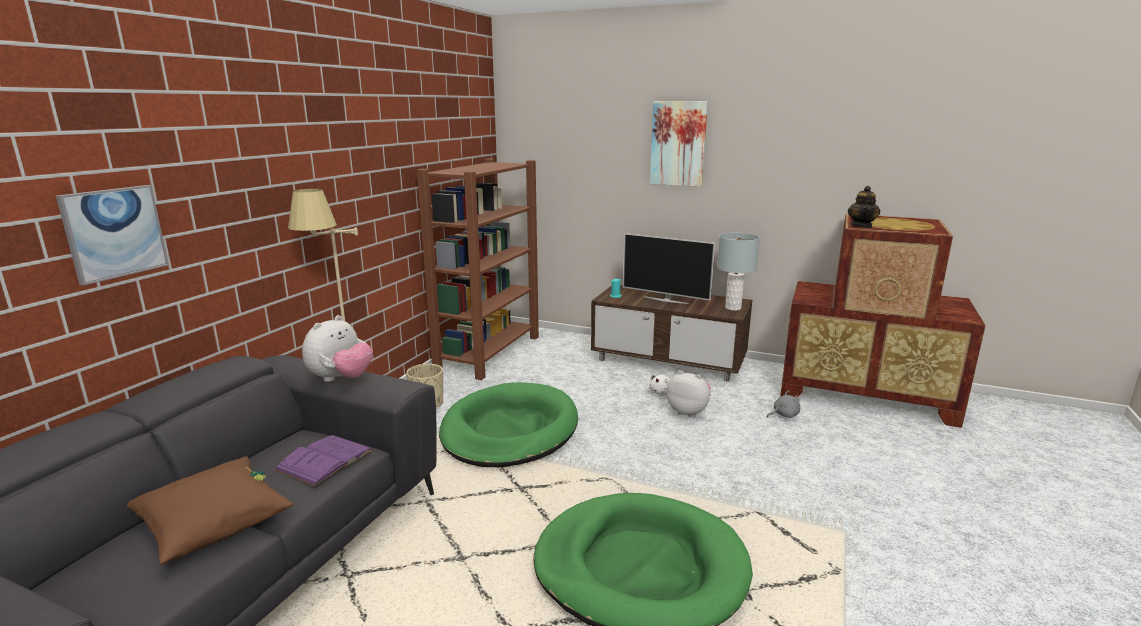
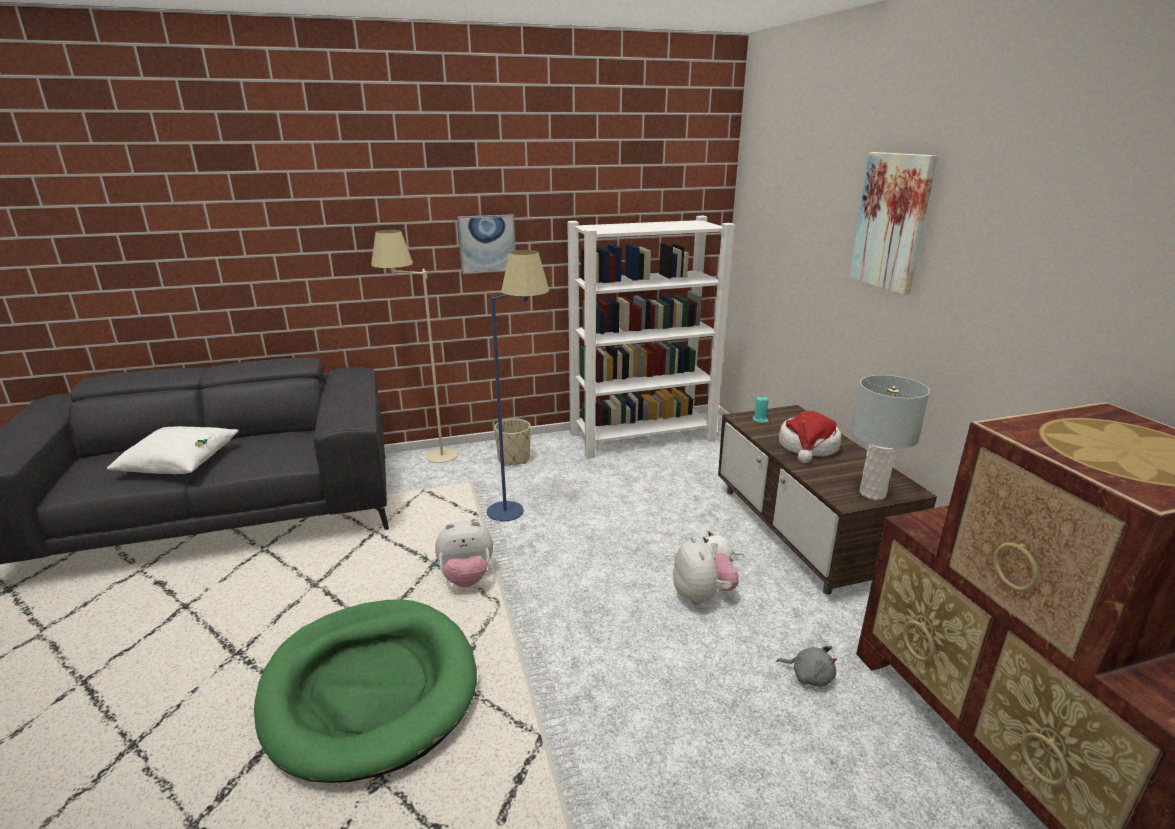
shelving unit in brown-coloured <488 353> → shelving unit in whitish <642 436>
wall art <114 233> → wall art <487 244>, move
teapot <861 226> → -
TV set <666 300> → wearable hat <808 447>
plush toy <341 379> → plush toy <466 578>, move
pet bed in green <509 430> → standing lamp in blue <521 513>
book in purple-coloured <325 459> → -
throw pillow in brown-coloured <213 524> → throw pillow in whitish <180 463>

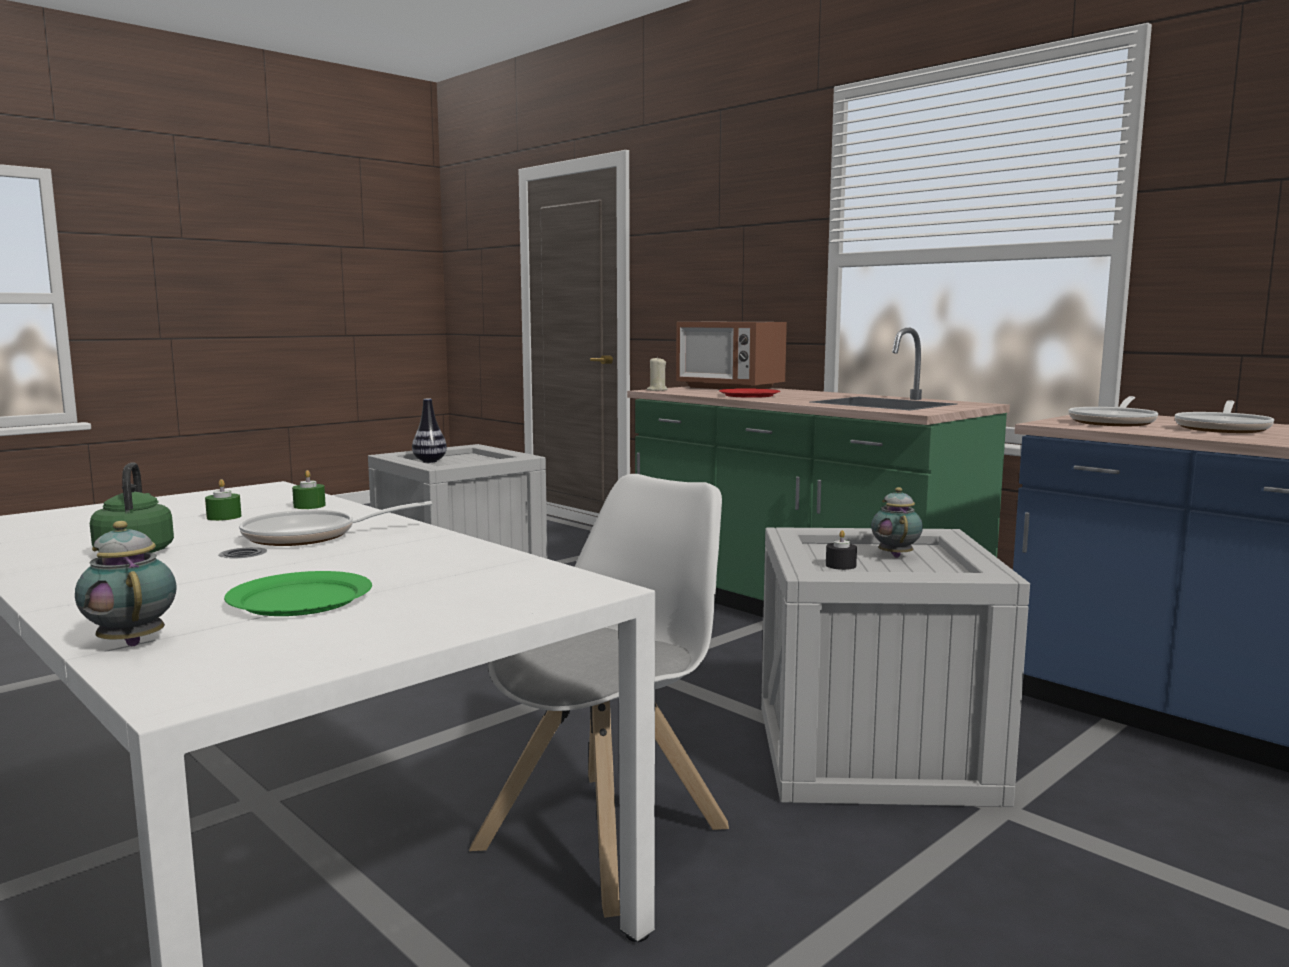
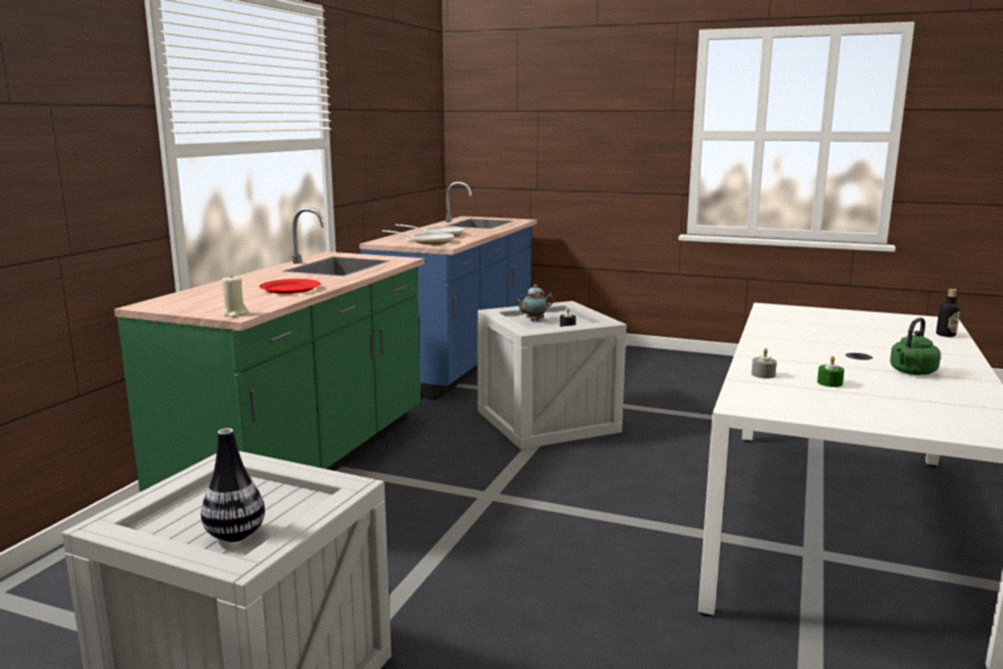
microwave oven <729 388> → -
candle in green <309 506> → candle in grey <763 374>
chair <608 834> → -
frying pan <310 536> → -
teapot <132 641> → drink bottle <945 335>
plate in green <300 600> → -

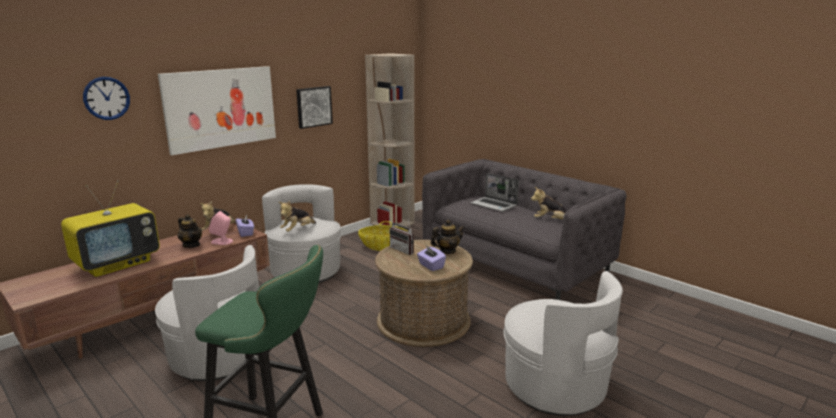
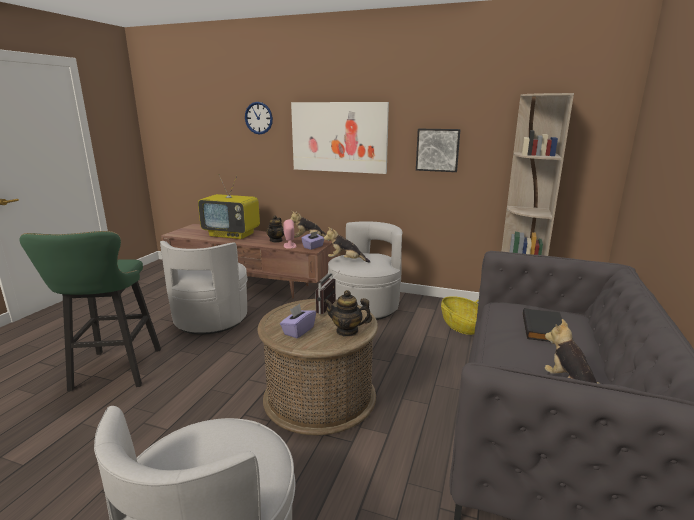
portable computer <494 205> → book in blackish <545 329>
teapot <447 251> → teapot <347 331>, 150 degrees clockwise

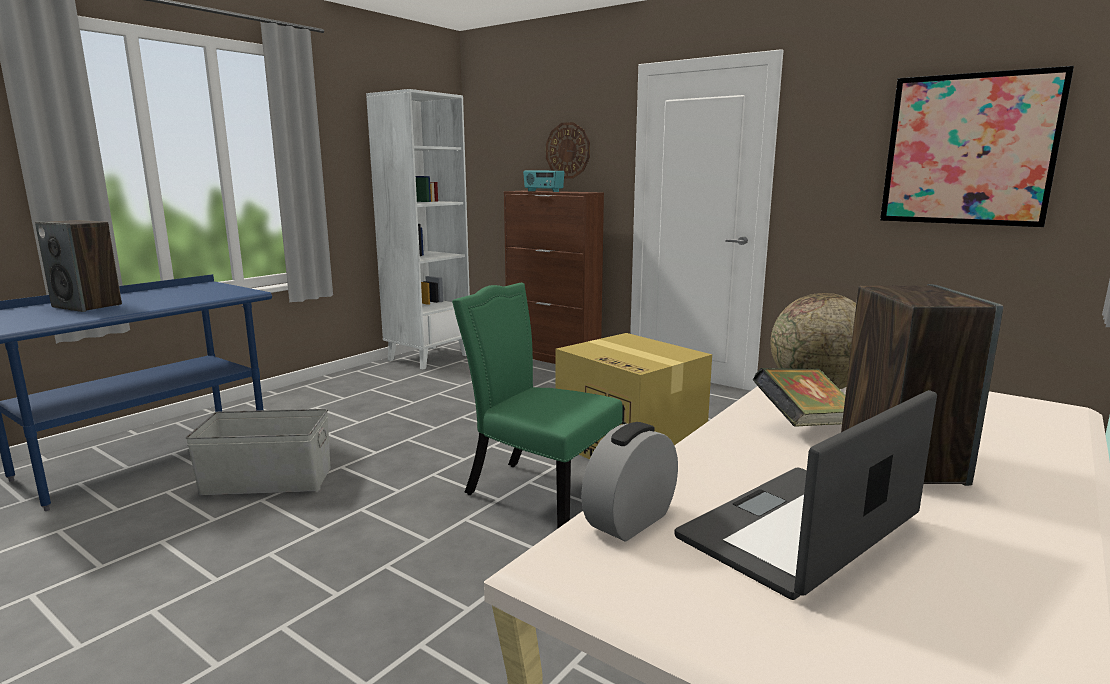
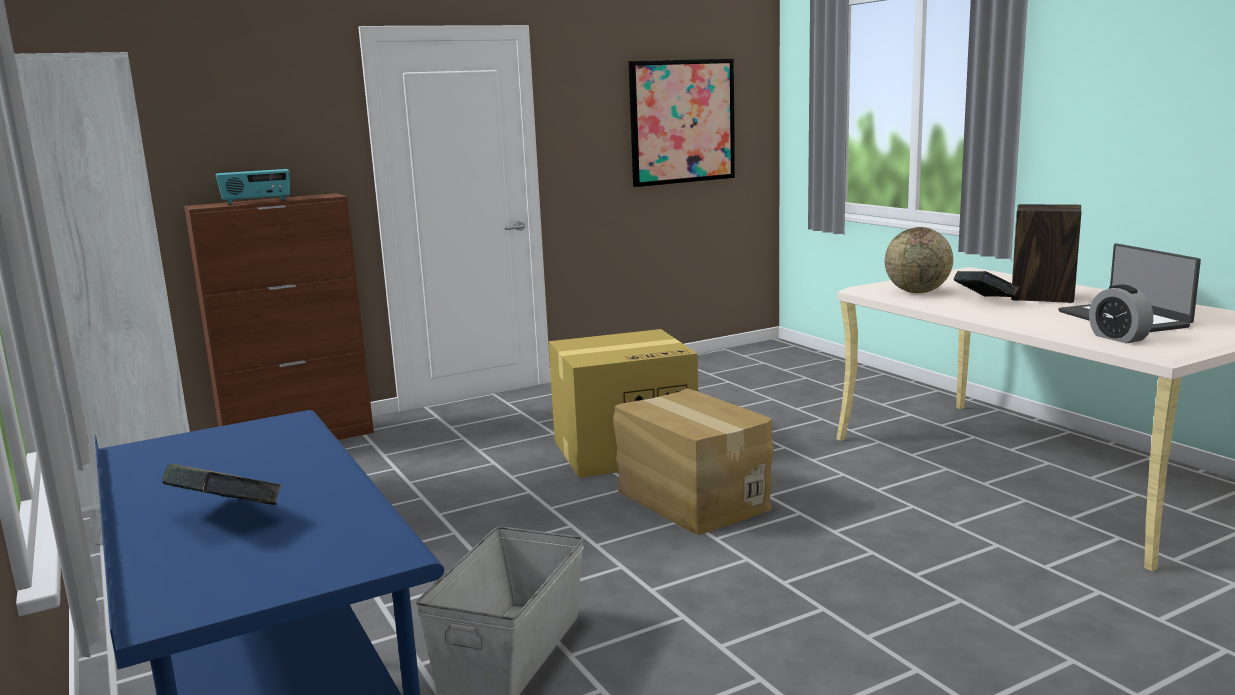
hanging clock <568 150> → -
audio speaker <88 306> → book <226 517>
chair in green <541 494> → carton <691 500>

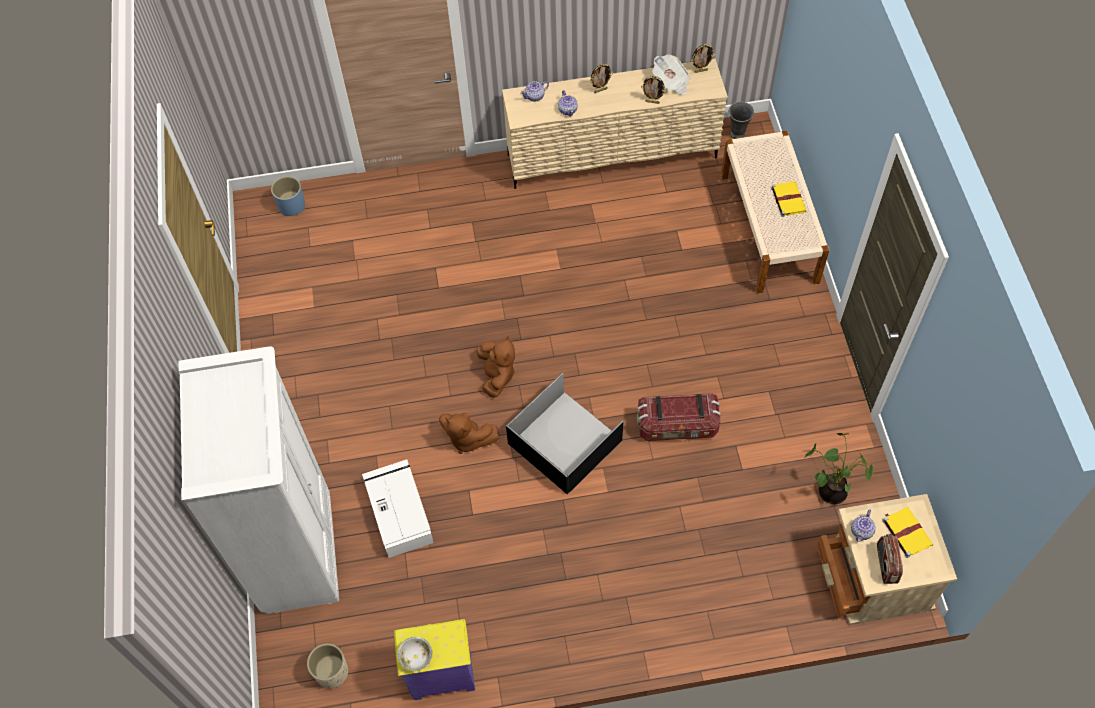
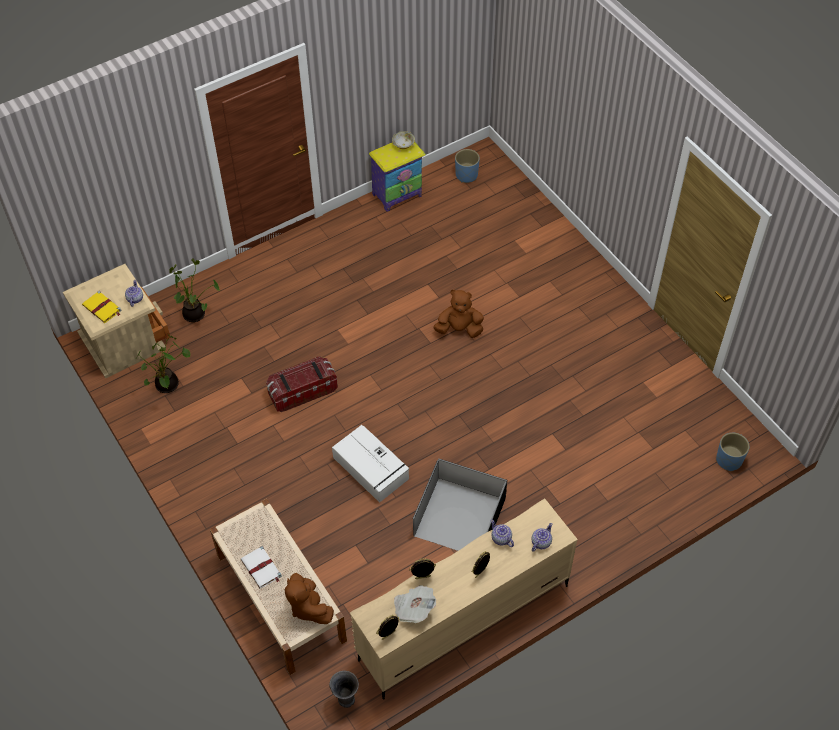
book in yellowish <788 199> → book in whitish <261 568>
plush toy in brown-coloured <497 376> → plush toy in brown-coloured <308 607>, move
wardrobe in whitish <297 551> → -
storage bin in blackish <566 442> → storage bin in blackish <458 516>, move
storage bin in whitish <399 512> → storage bin in whitish <371 469>, move
radio <886 564> → -
plant pot in beige-coloured <332 673> → plant pot in blue <466 175>
- → houseplant <196 314>

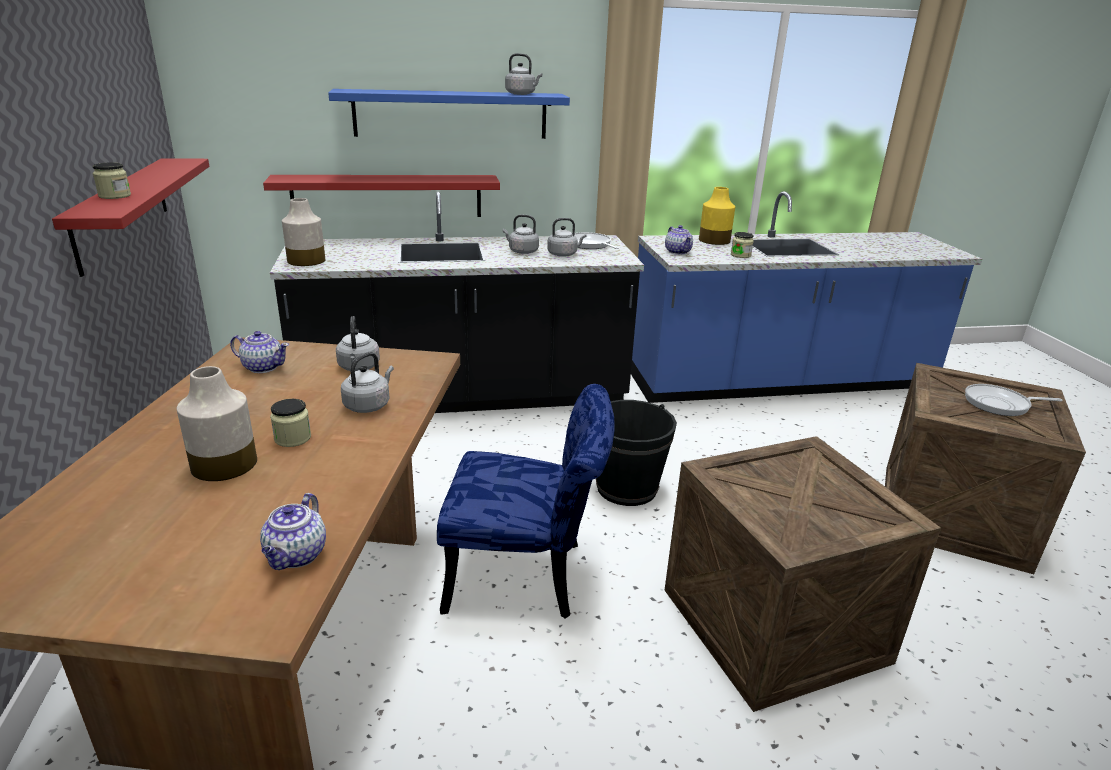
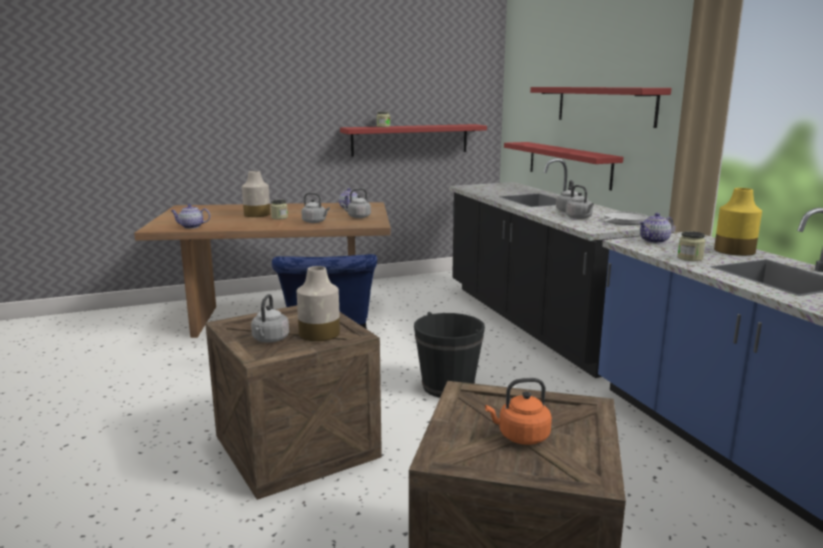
water kettle in grey <522 94> → water kettle in grey <270 340>, move
wall shelf in blue <451 114> → wall shelf in red-coloured <604 105>
flower vase in beige-coloured <306 260> → flower vase in beige-coloured <319 333>, move
frying pan <1000 404> → water kettle in orangey <520 436>

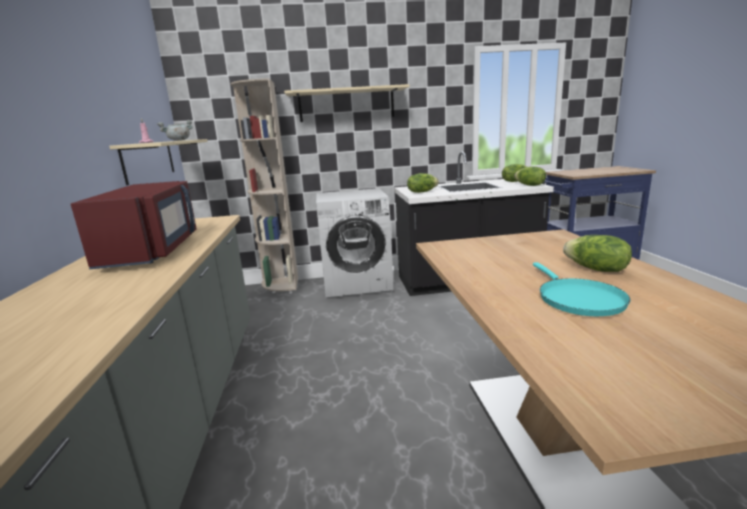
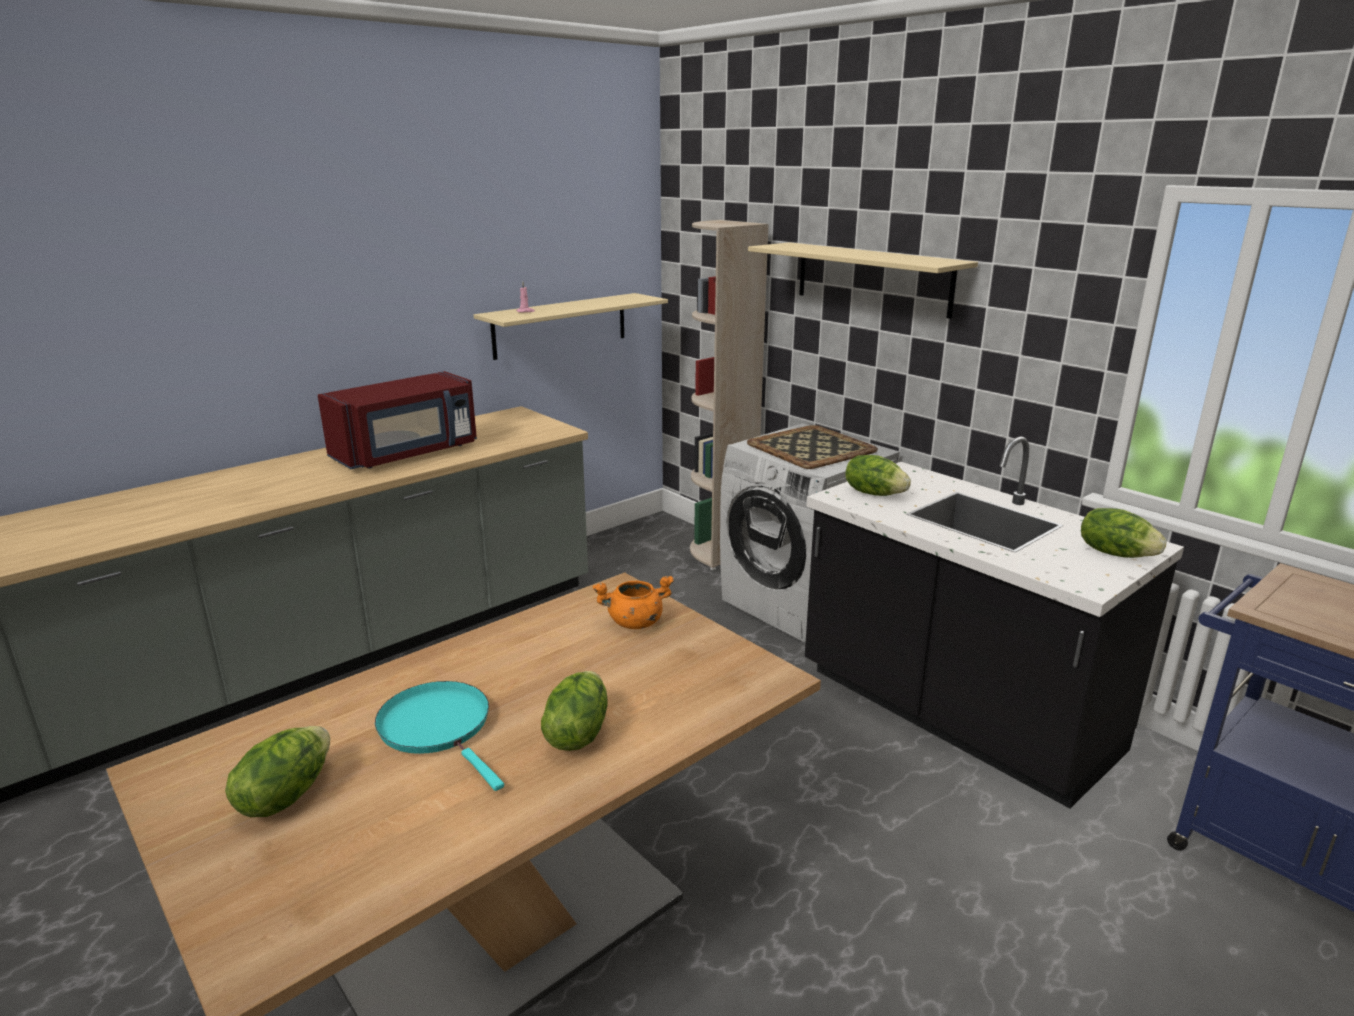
saucepot in grey <179 140> → -
head of lettuce <529 185> → head of lettuce <285 795>, move
frying pan in turquoise-coloured <577 299> → frying pan in turquoise-coloured <439 727>, 90 degrees clockwise
- → serving tray <811 448>
- → saucepot in orangey <635 623>

